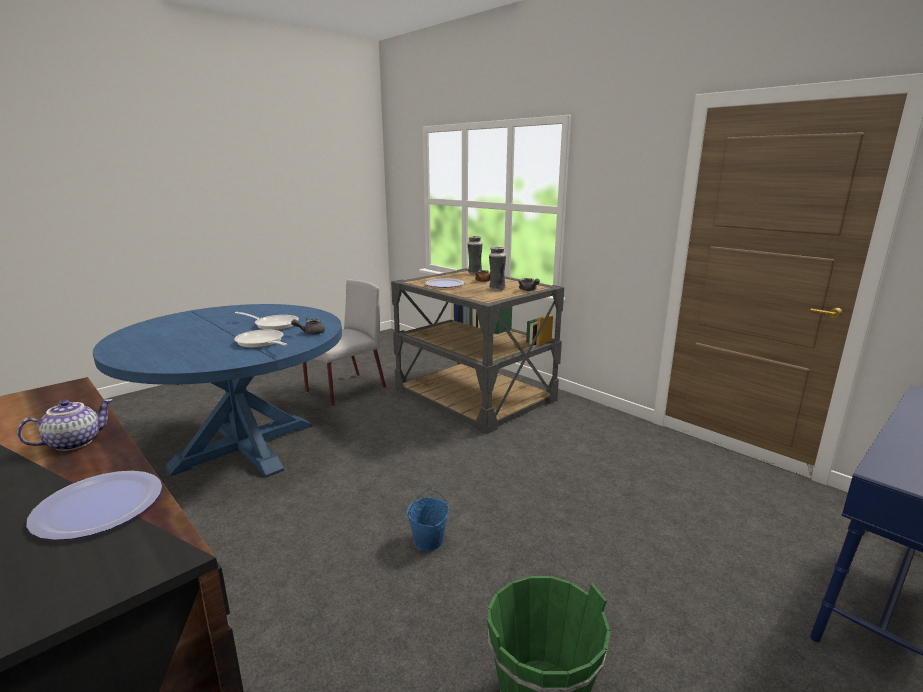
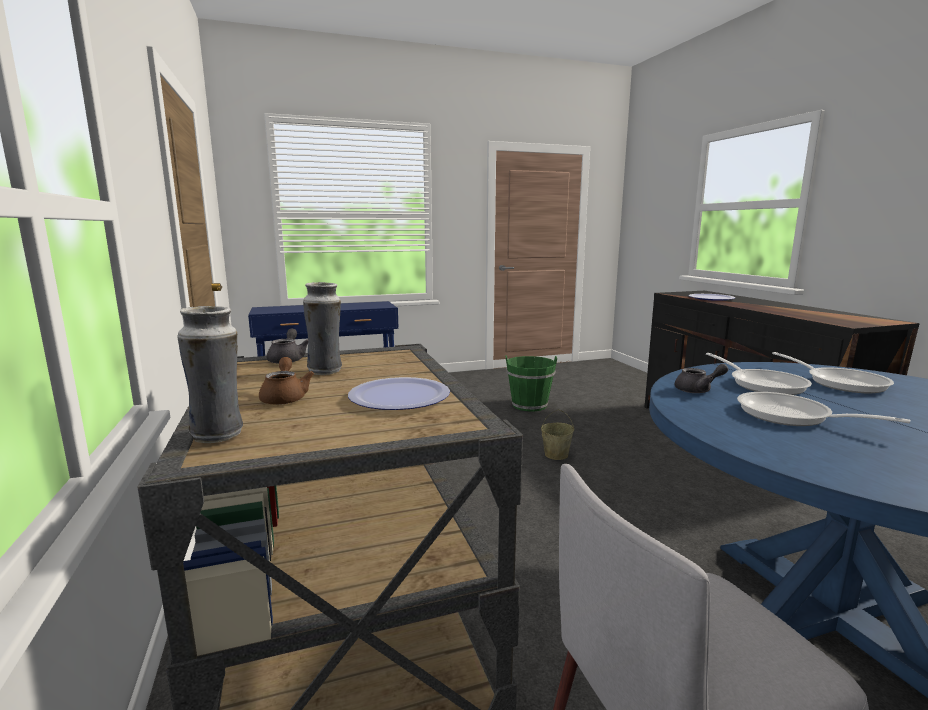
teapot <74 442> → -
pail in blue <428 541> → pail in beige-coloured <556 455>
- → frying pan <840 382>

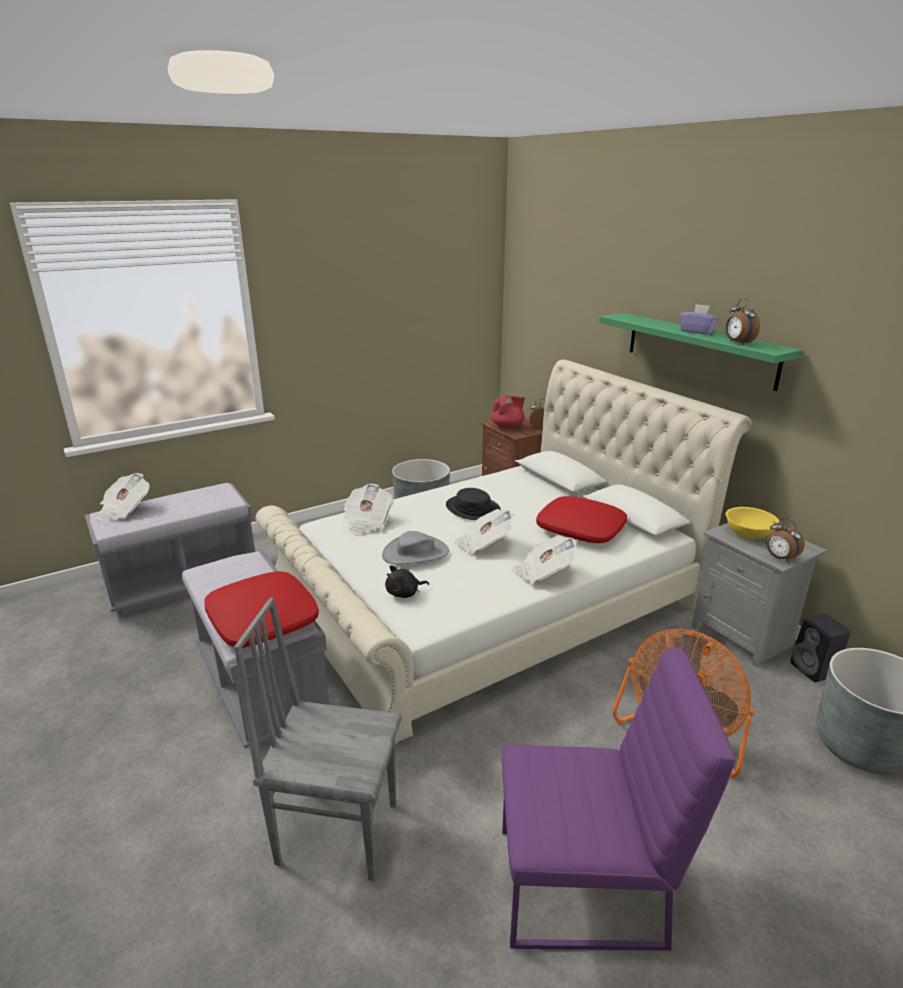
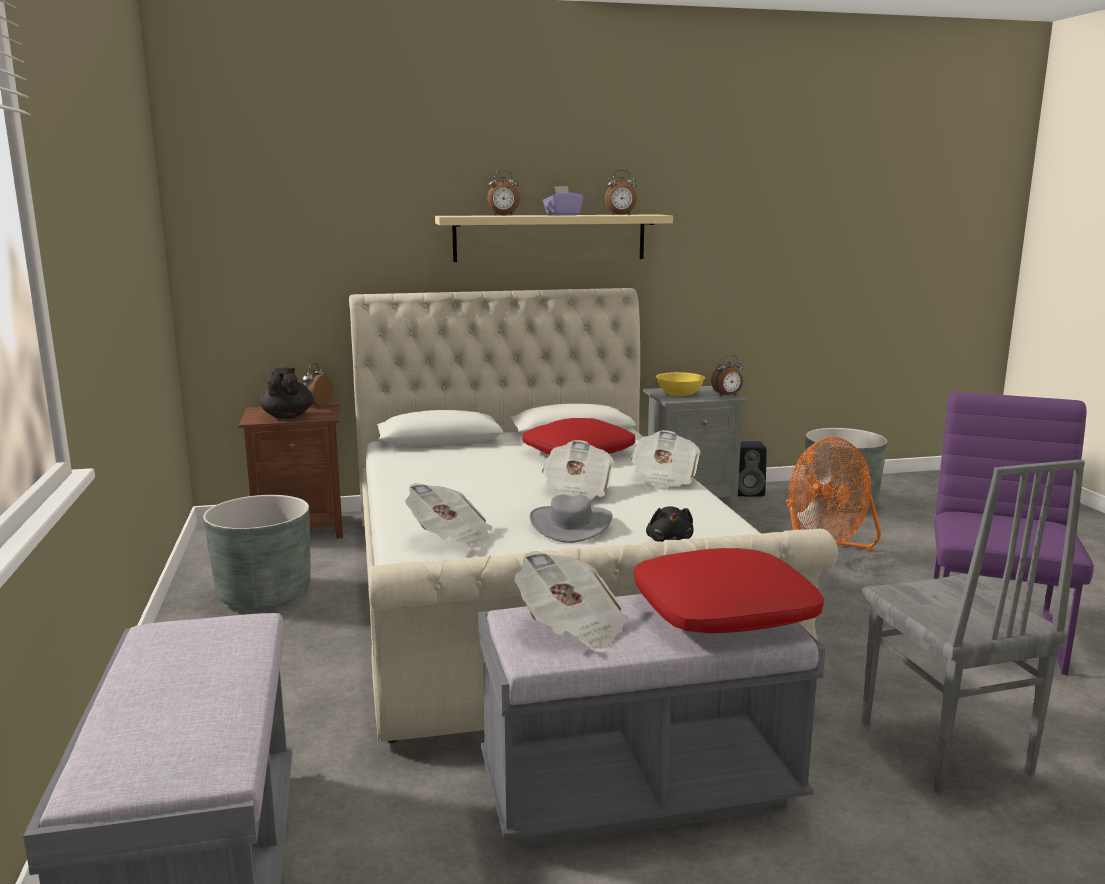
wall shelf in green <699 349> → wall shelf in beige-coloured <550 237>
teapot in red-coloured <508 426> → teapot in blackish <287 416>
newspaper <124 510> → newspaper <572 628>, move
wearable hat in blackish <472 509> → -
chair in grey <337 831> → chair in grey <942 749>, 45 degrees counterclockwise
- → alarm clock <503 215>

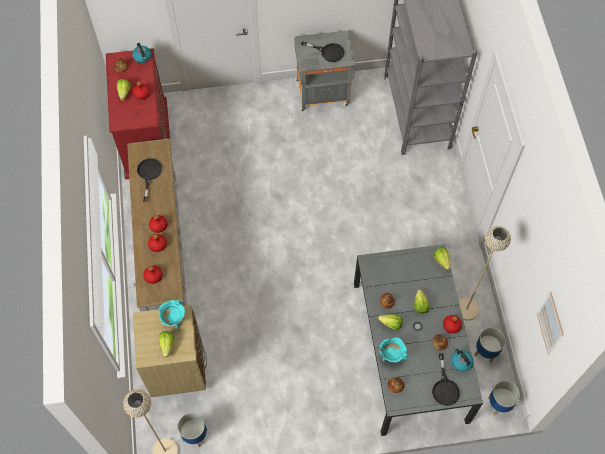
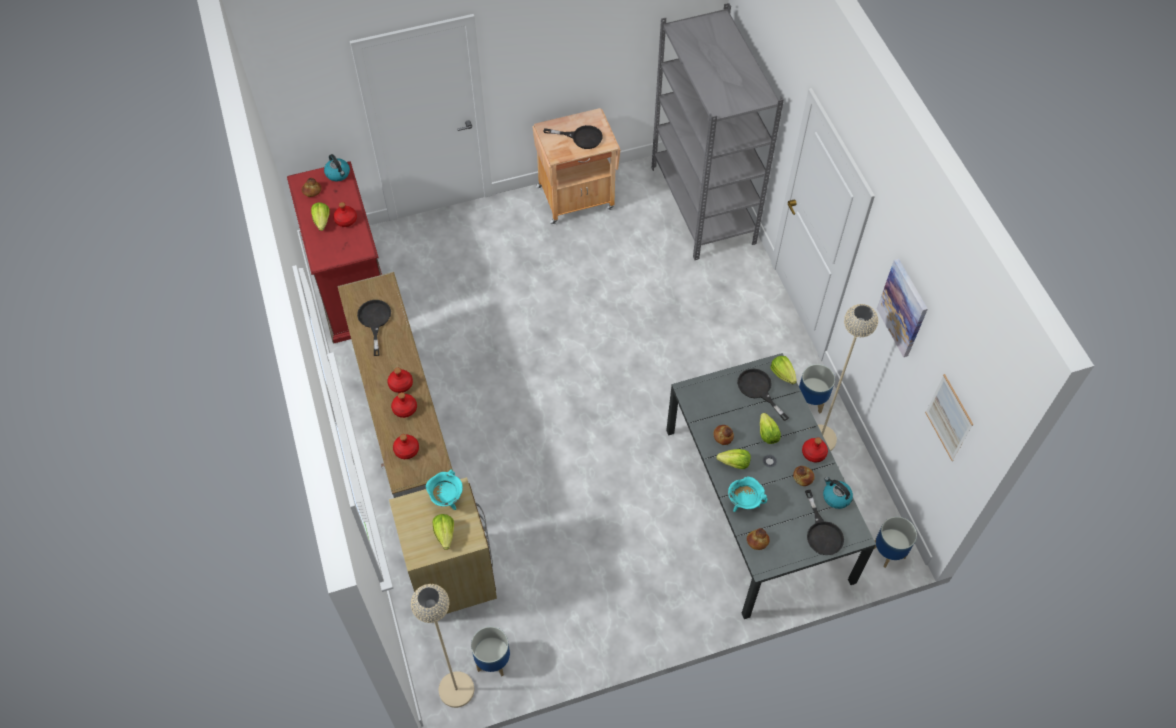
wheeled cart in grey <323 93> → wheeled cart in brown-coloured <576 198>
plant pot <486 351> → plant pot <812 401>, move
- → wall art <903 308>
- → frying pan in blackish <758 390>

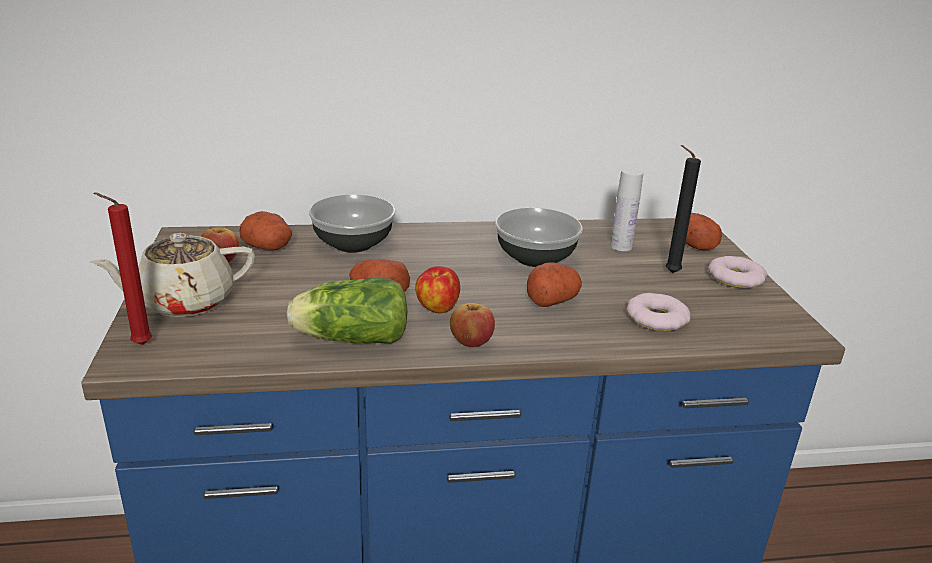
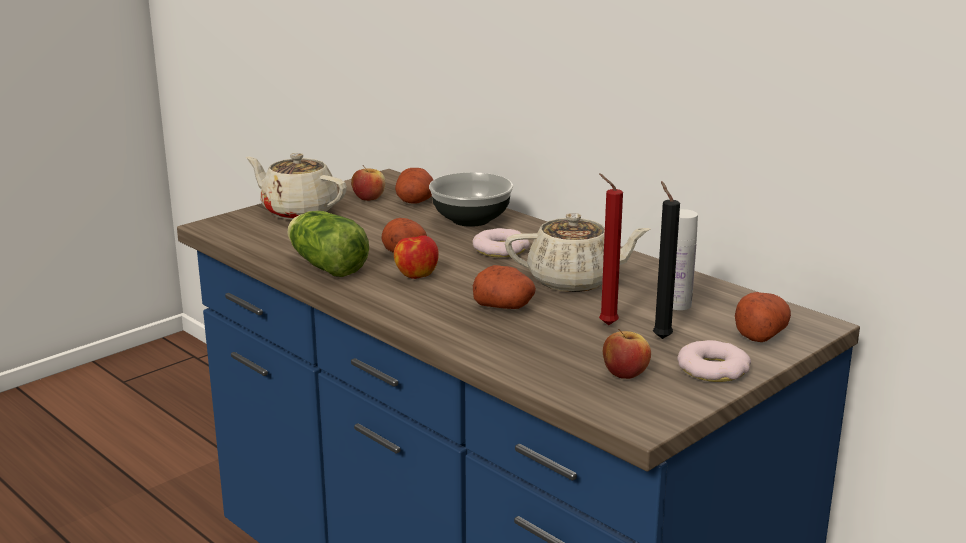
candle in red-coloured <138 345> → candle in red-coloured <605 324>, move
deep dish <535 259> → teapot in beige-coloured <574 280>
ring doughnut <656 318> → ring doughnut <500 249>, move
whole apple <471 342> → whole apple <625 373>, move

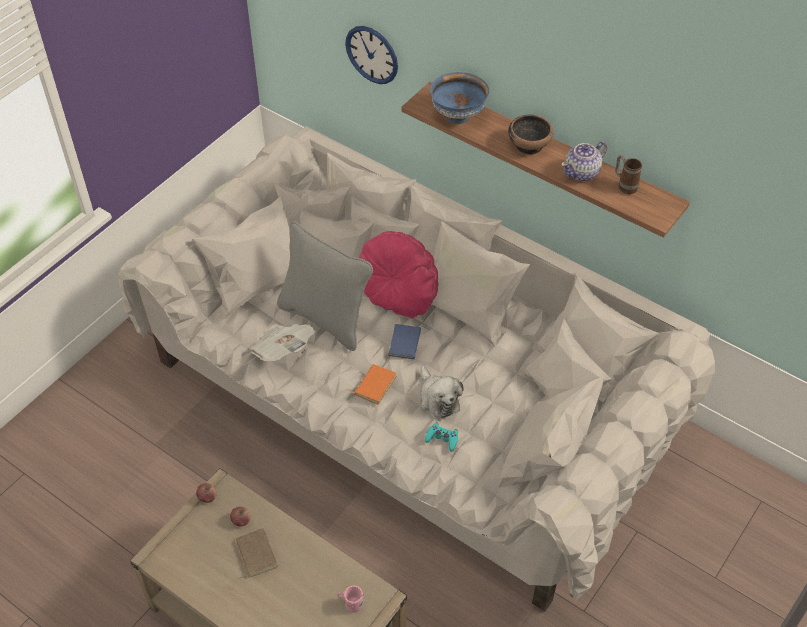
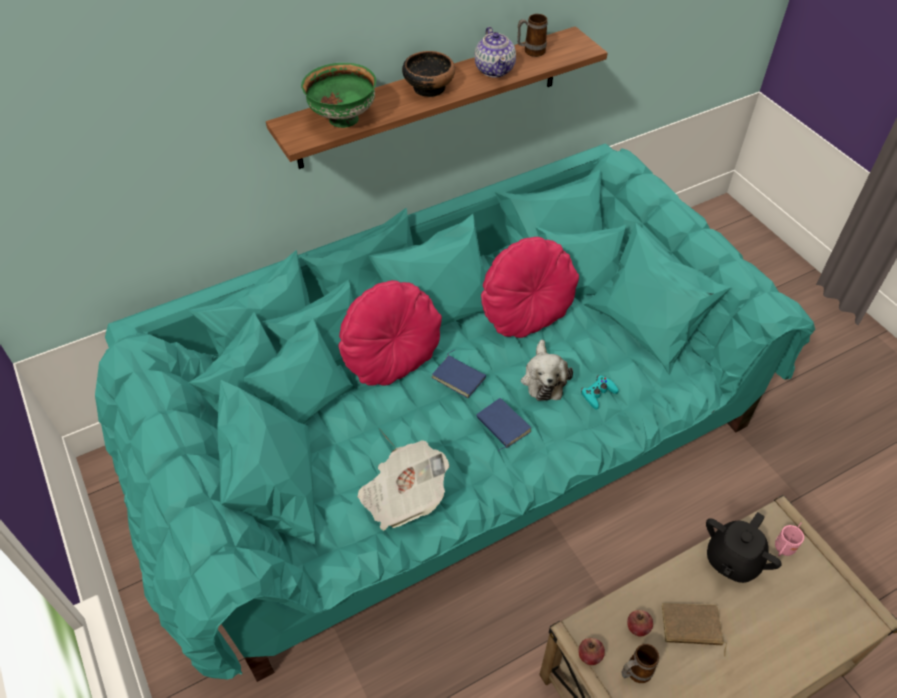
hanging clock <372 54> → -
deep dish in blue <457 116> → deep dish in green <342 119>
sofa in whitish <404 390> → sofa in turquoise-coloured <448 436>
throw pillow in grey <325 318> → -
book in orangey <374 385> → book in blue <502 425>
plush toy <438 398> → plush toy <543 379>, 90 degrees clockwise
- → throw pillow in pinkish <526 318>
- → teapot in blackish <732 560>
- → coffee mug <634 672>

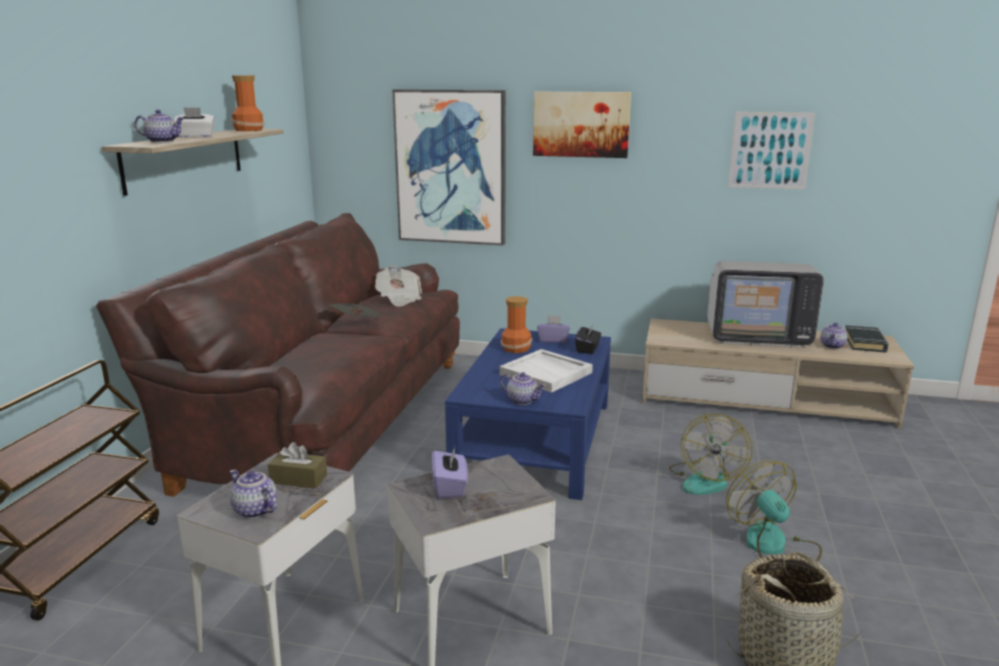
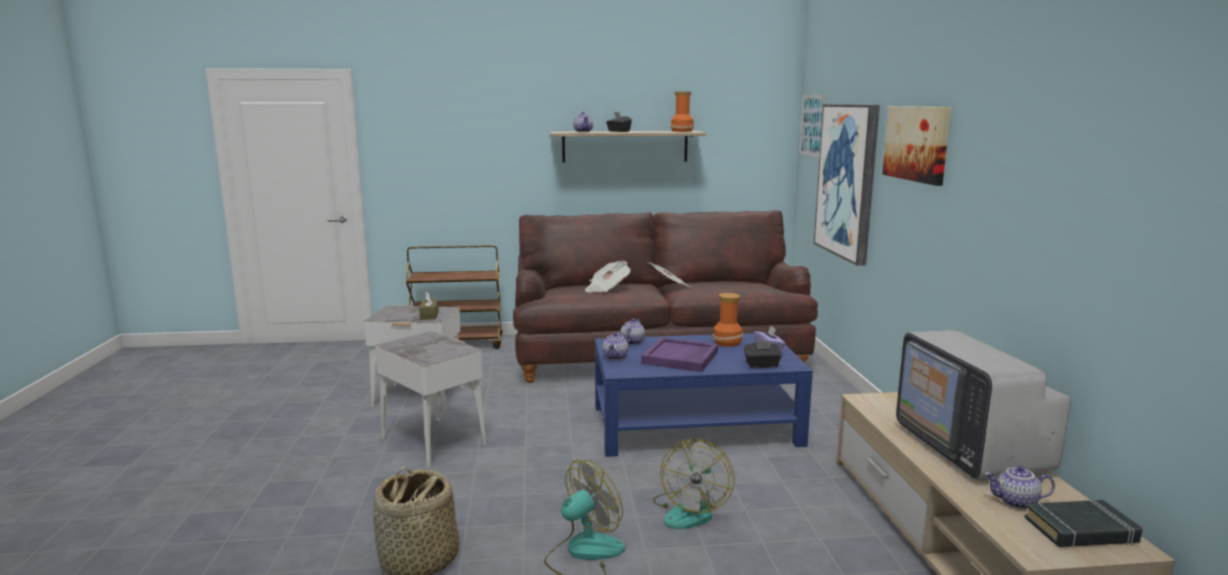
box of tissues in whitish <196 137> → box of tissues in blackish <618 131>
wall art <770 150> → wall art <812 125>, move
newspaper <399 299> → newspaper <607 289>, move
serving tray in whitish <546 373> → serving tray in purple-coloured <680 358>
electric fan <705 479> → electric fan <690 511>, 75 degrees counterclockwise
box of tissues in purple-coloured <450 487> → -
teapot <254 510> → teapot <632 342>, move

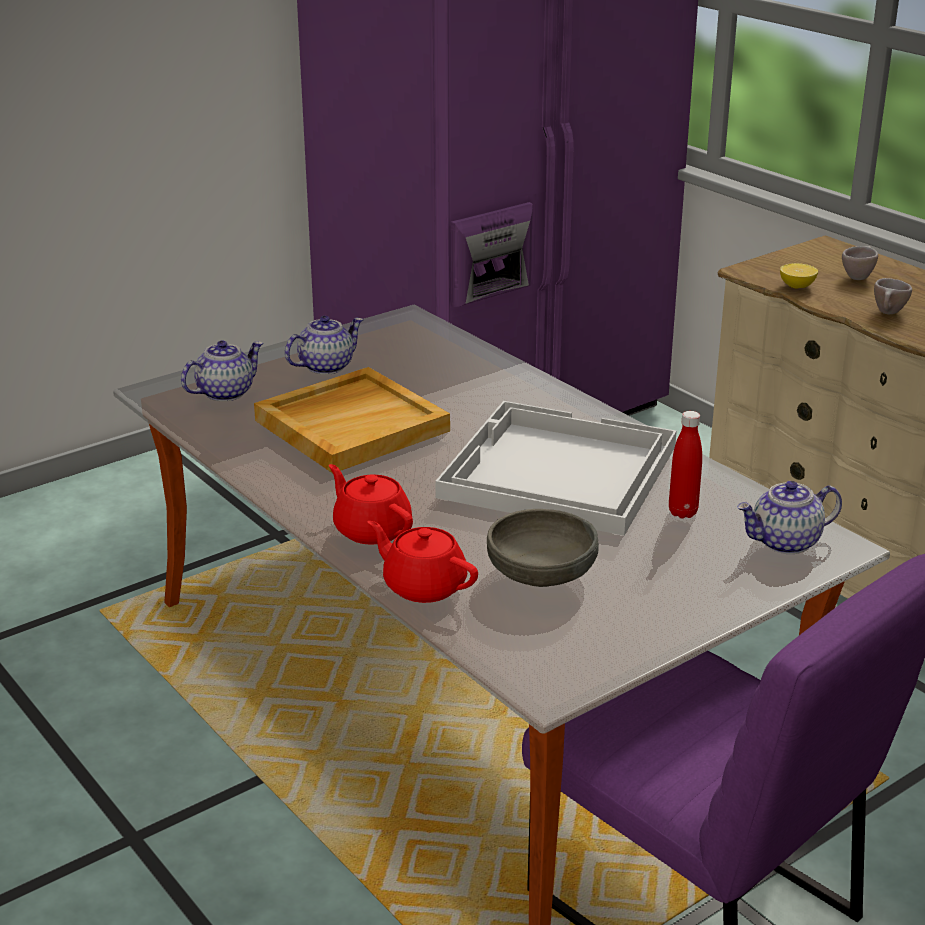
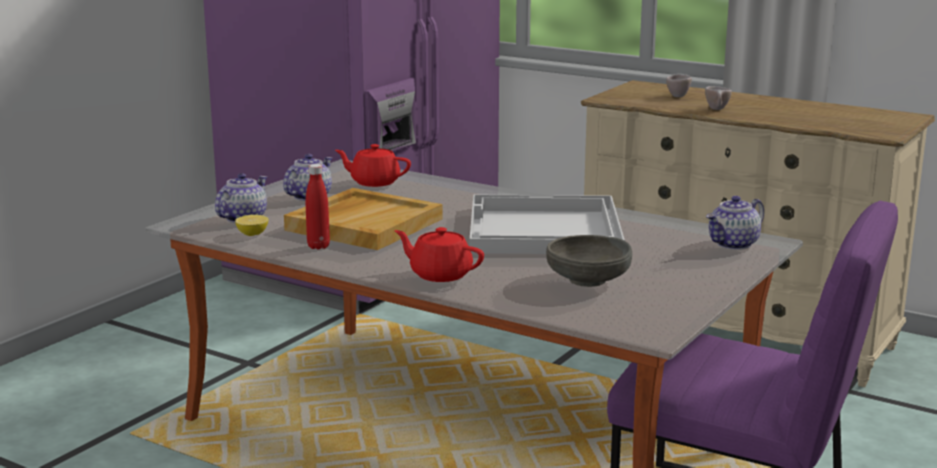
lemon <797 286> → lemon <252 234>, move
drink bottle in red-coloured <682 512> → drink bottle in red-coloured <318 246>, move
teapot in red-coloured <423 586> → teapot in red-coloured <374 182>, move

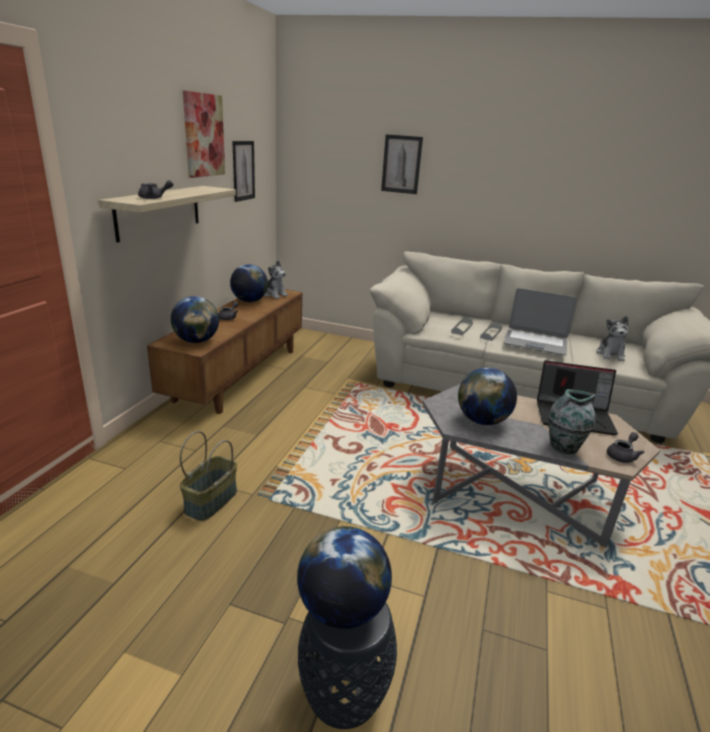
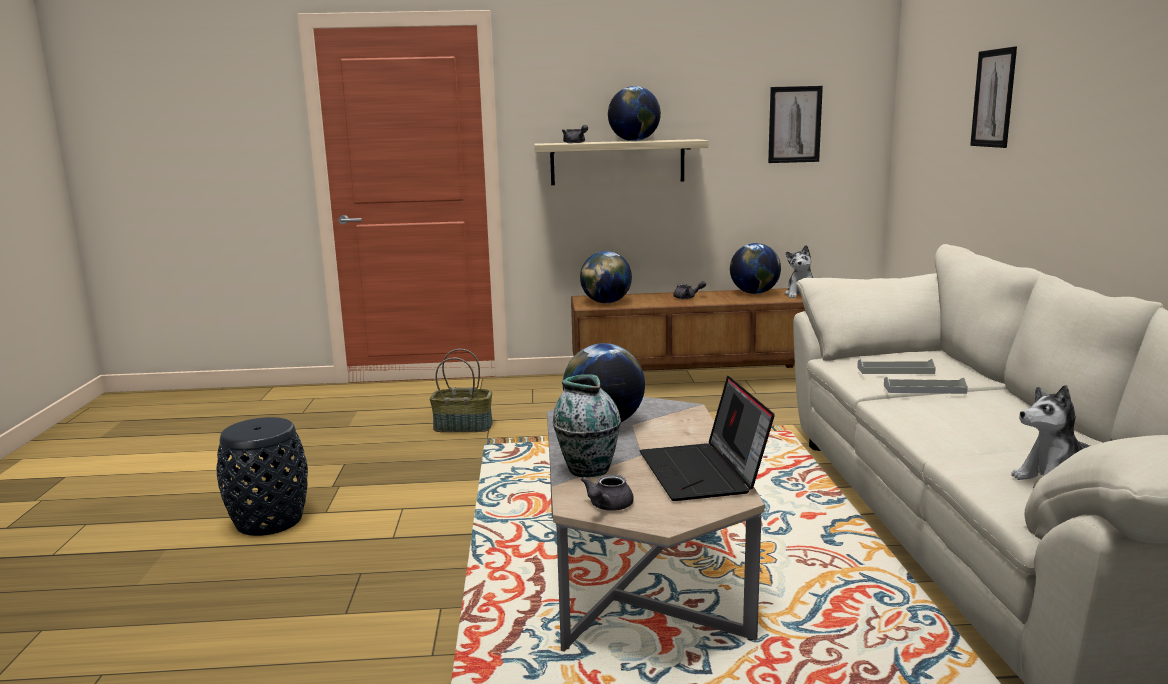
wall art <203 135> → -
portable computer <535 343> → -
teapot in grey <622 456> → teapot in grey <607 507>, 90 degrees clockwise
desk globe <342 609> → desk globe <634 141>, move

